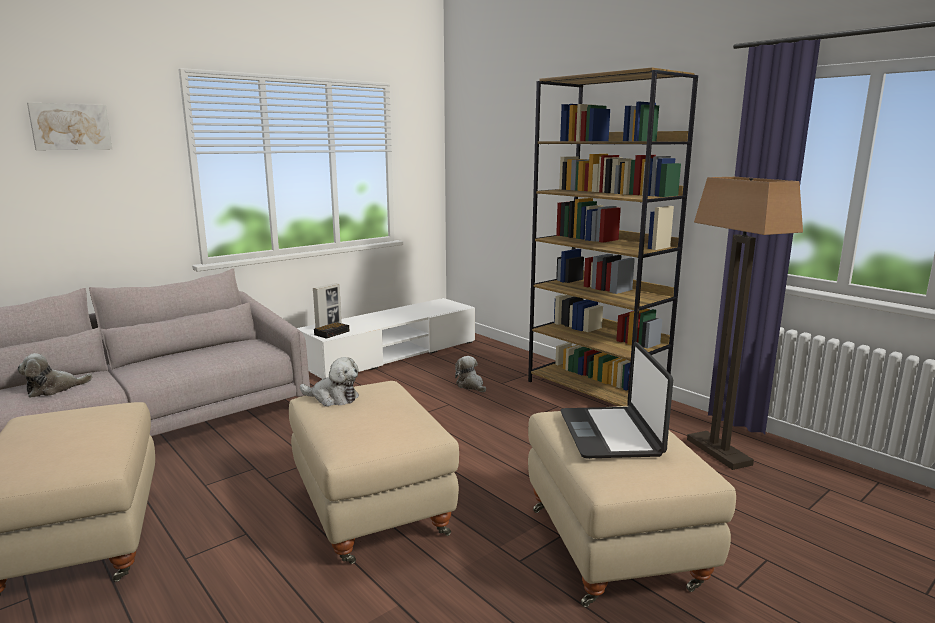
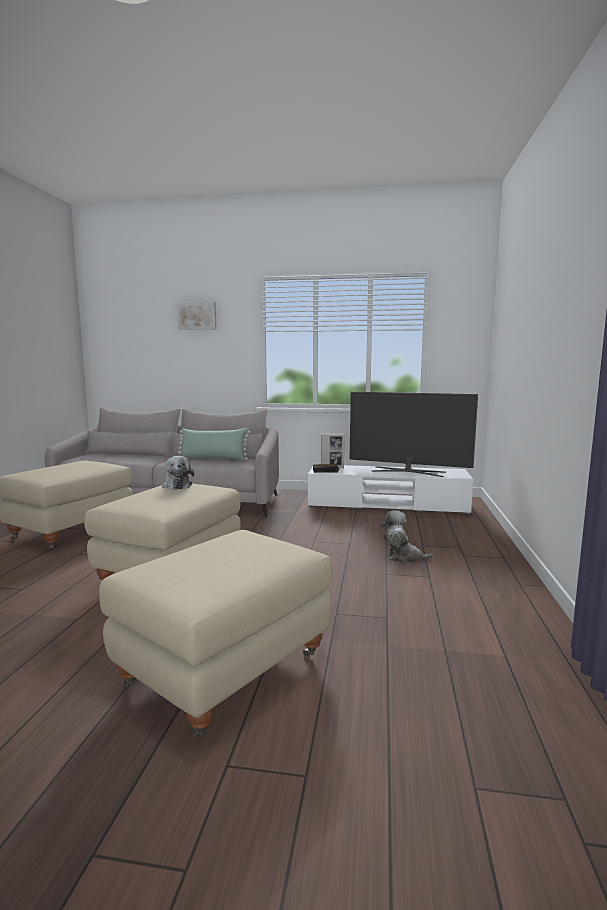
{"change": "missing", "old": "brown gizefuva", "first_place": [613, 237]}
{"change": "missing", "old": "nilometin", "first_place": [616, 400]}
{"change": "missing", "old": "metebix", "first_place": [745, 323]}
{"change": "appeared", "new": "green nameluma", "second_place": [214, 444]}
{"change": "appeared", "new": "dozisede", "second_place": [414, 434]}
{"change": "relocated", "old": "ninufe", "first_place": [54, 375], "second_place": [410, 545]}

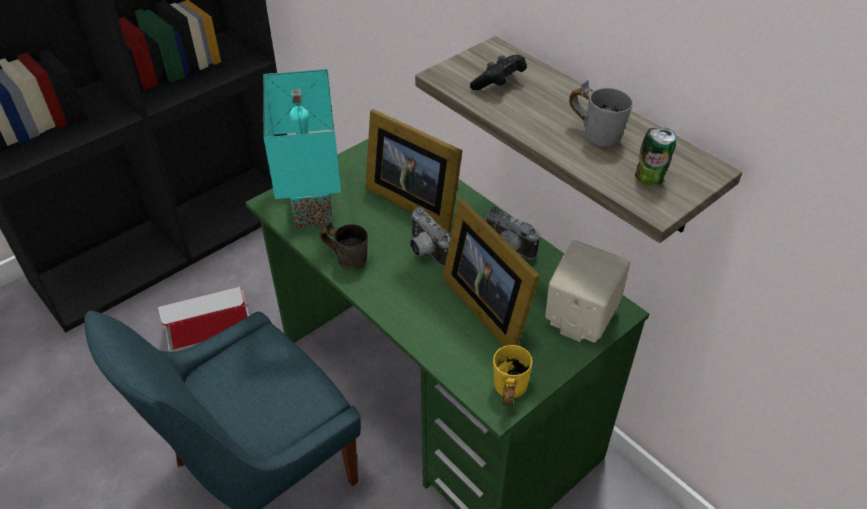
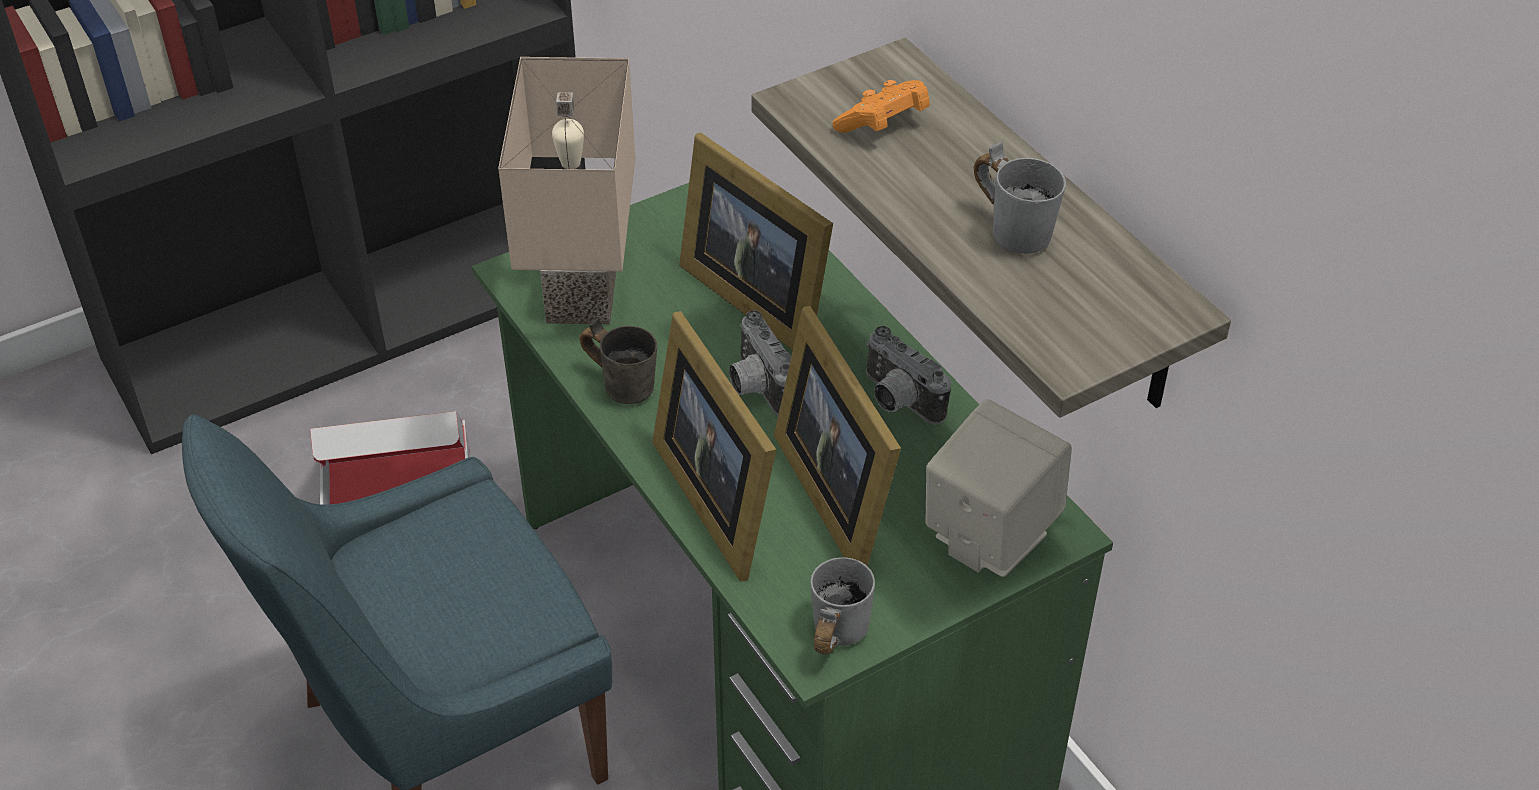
{"change": "missing", "old": "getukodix", "first_place": [655, 156]}
{"change": "appeared", "new": "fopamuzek", "second_place": [714, 446]}
{"change": "colour", "old": "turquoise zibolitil", "new": "beige zibolitil", "first_place": [302, 149], "second_place": [567, 190]}
{"change": "colour", "old": "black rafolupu", "new": "orange rafolupu", "first_place": [498, 72], "second_place": [881, 106]}
{"change": "colour", "old": "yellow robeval", "new": "grey robeval", "first_place": [512, 375], "second_place": [842, 605]}

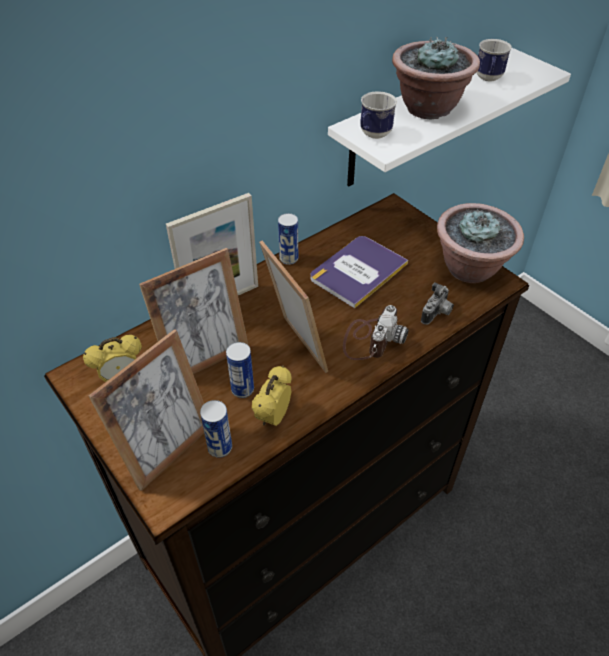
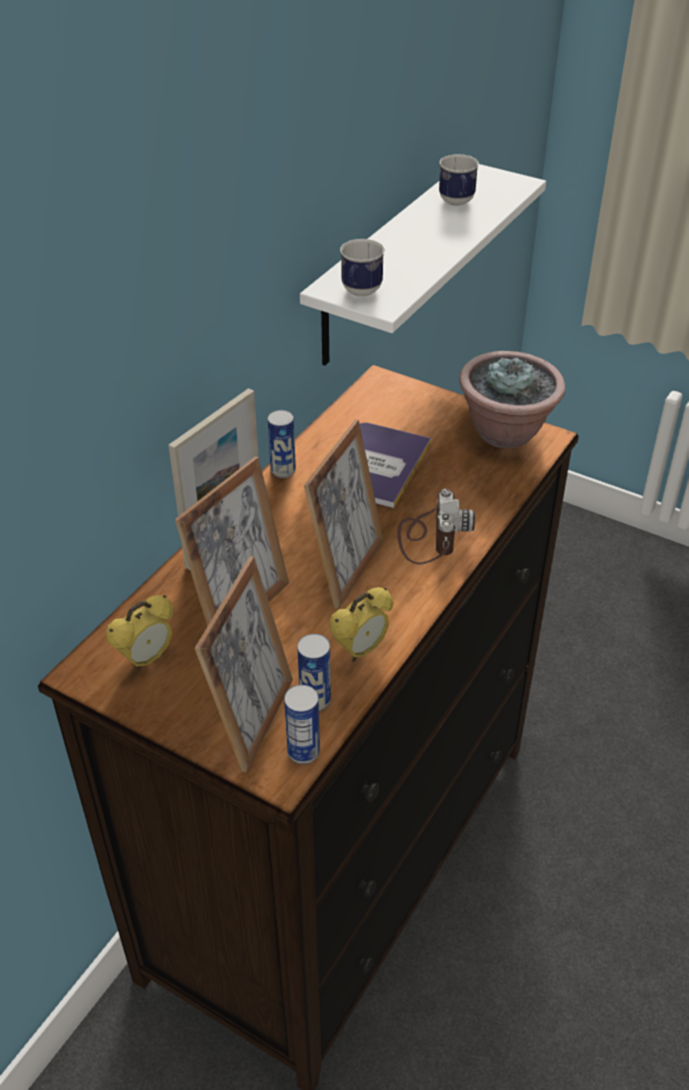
{"change": "missing", "old": "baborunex", "first_place": [436, 78]}
{"change": "missing", "old": "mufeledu", "first_place": [437, 303]}
{"change": "relocated", "old": "getukodix", "first_place": [240, 370], "second_place": [302, 724]}
{"change": "spun", "old": "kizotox", "first_place": [272, 395], "second_place": [361, 624], "degrees": -135}
{"change": "spun", "old": "fopamuzek", "first_place": [293, 307], "second_place": [344, 514], "degrees": 75}

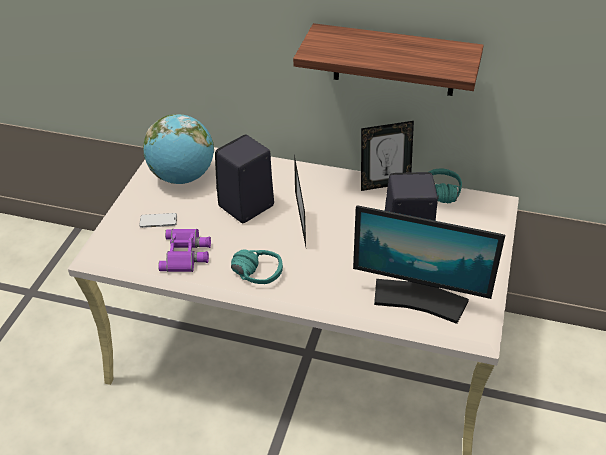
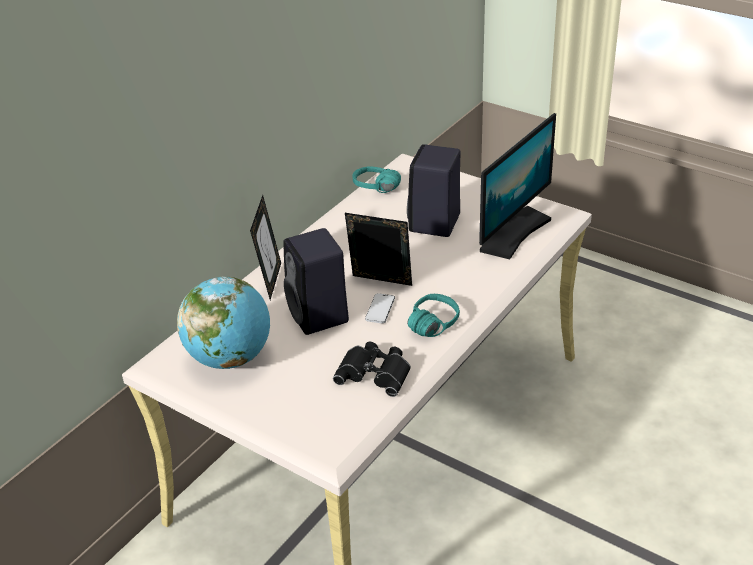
{"change": "missing", "old": "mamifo", "first_place": [388, 59]}
{"change": "relocated", "old": "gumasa", "first_place": [158, 220], "second_place": [380, 308]}
{"change": "relocated", "old": "fopamuzek", "first_place": [387, 156], "second_place": [265, 247]}
{"change": "colour", "old": "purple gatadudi", "new": "black gatadudi", "first_place": [184, 250], "second_place": [372, 369]}

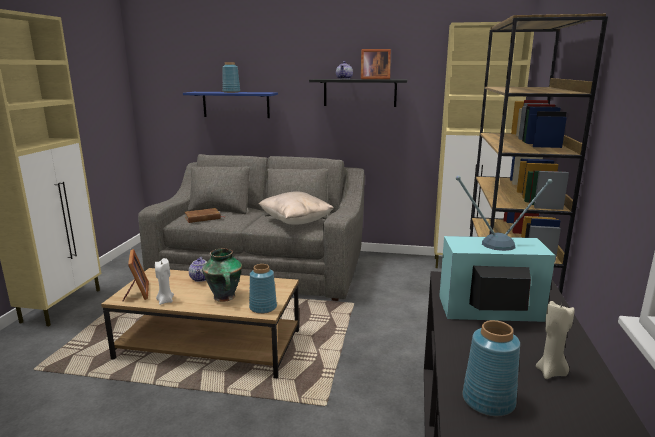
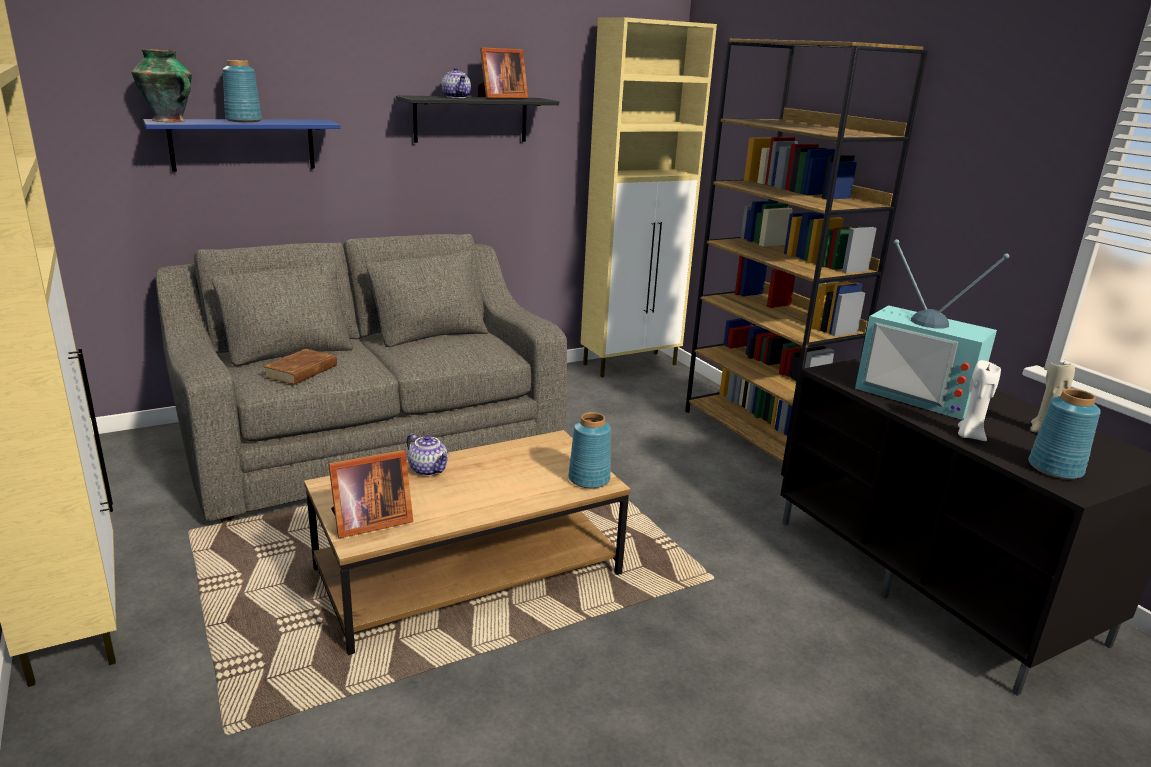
{"change": "missing", "old": "beige nameluma", "first_place": [296, 208]}
{"change": "relocated", "old": "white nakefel", "first_place": [164, 281], "second_place": [979, 400]}
{"change": "relocated", "old": "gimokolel", "first_place": [222, 275], "second_place": [162, 85]}
{"change": "spun", "old": "fopamuzek", "first_place": [136, 275], "second_place": [371, 494], "degrees": 120}
{"change": "spun", "old": "dozisede", "first_place": [497, 249], "second_place": [932, 329], "degrees": -105}

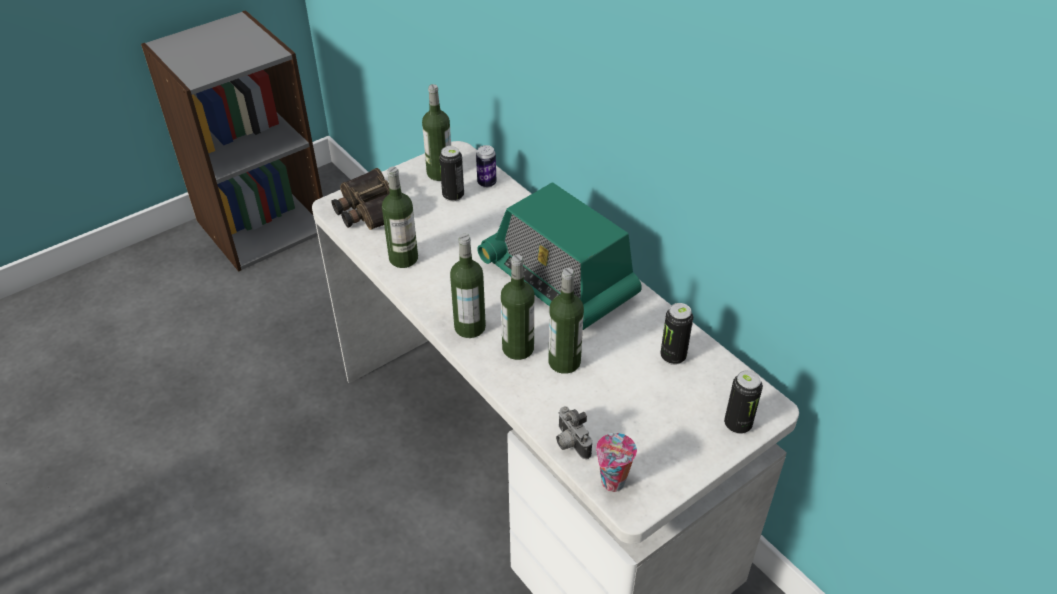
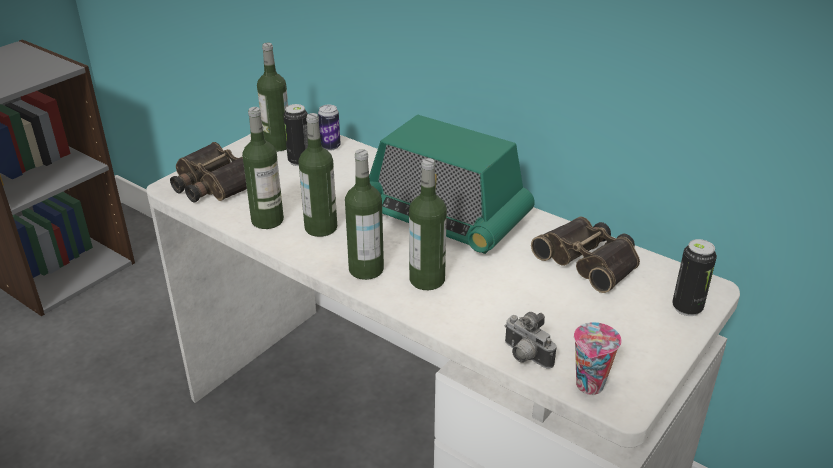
{"change": "relocated", "old": "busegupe", "first_place": [566, 321], "second_place": [318, 175]}
{"change": "exchanged", "old": "getukodix", "new": "gatadudi", "first_place": [676, 334], "second_place": [585, 255]}

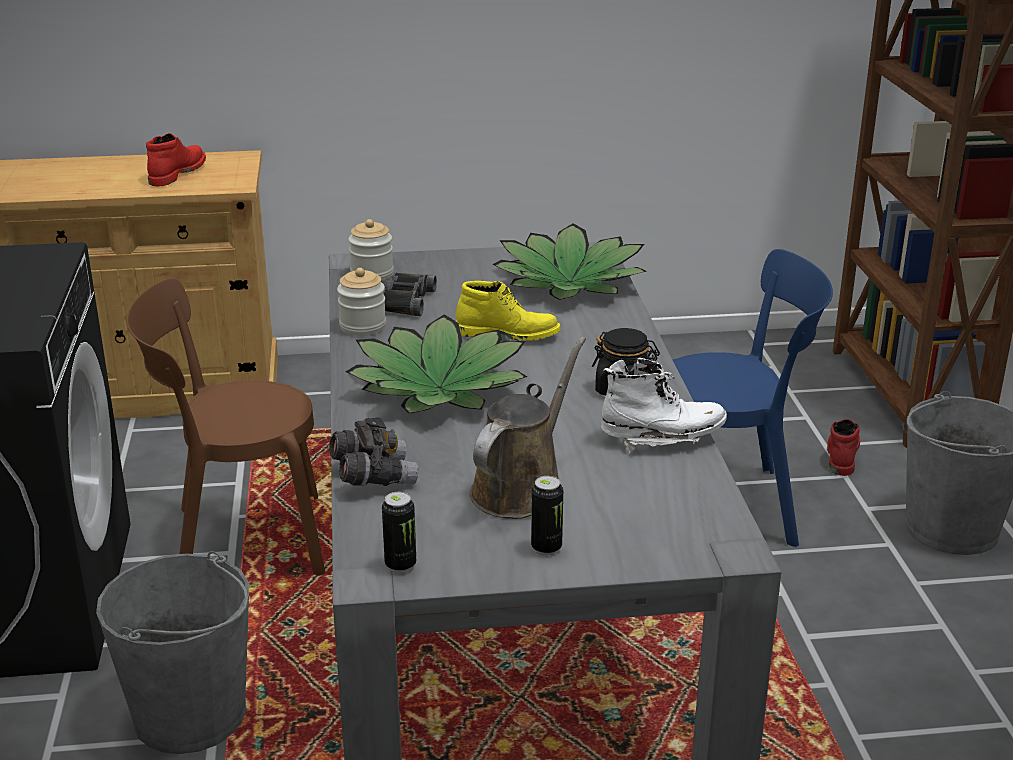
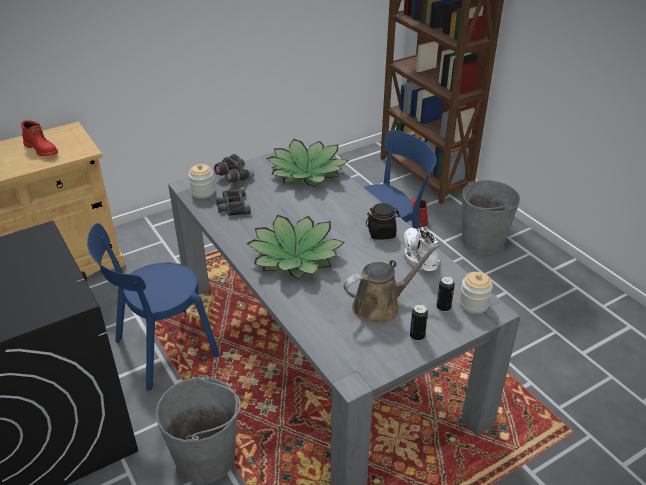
{"change": "missing", "old": "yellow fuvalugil", "first_place": [508, 311]}
{"change": "relocated", "old": "grey gatadudi", "first_place": [373, 451], "second_place": [234, 168]}
{"change": "relocated", "old": "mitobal", "first_place": [361, 302], "second_place": [476, 293]}
{"change": "relocated", "old": "getukodix", "first_place": [399, 532], "second_place": [446, 294]}
{"change": "colour", "old": "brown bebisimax", "new": "blue bebisimax", "first_place": [225, 426], "second_place": [153, 307]}
{"change": "spun", "old": "red fuvalugil", "first_place": [176, 160], "second_place": [39, 138], "degrees": 135}
{"change": "spun", "old": "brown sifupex", "first_place": [527, 428], "second_place": [392, 283], "degrees": 60}
{"change": "spun", "old": "white fuvalugil", "first_place": [664, 405], "second_place": [422, 249], "degrees": -75}

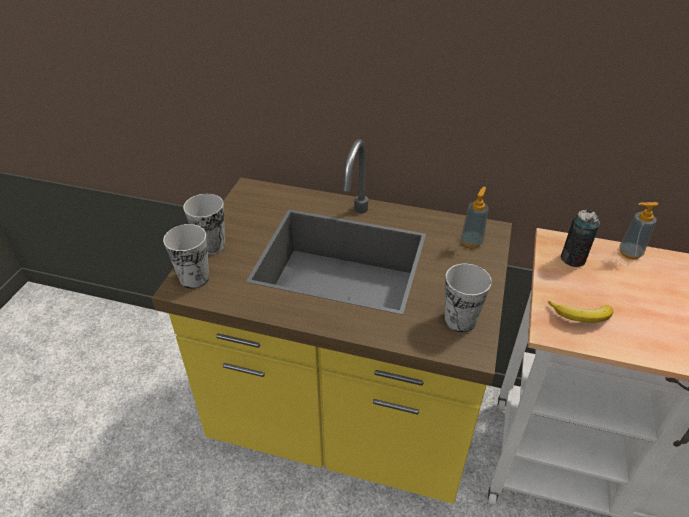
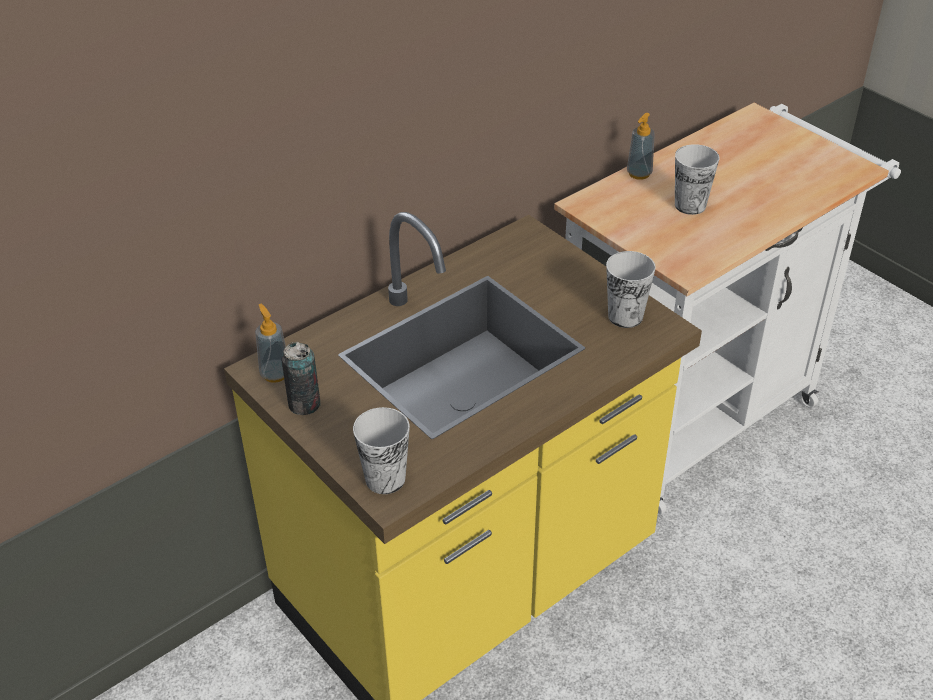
{"change": "missing", "old": "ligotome", "first_place": [580, 312]}
{"change": "relocated", "old": "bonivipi", "first_place": [204, 224], "second_place": [697, 179]}
{"change": "relocated", "old": "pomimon", "first_place": [475, 217], "second_place": [270, 343]}
{"change": "relocated", "old": "getukodix", "first_place": [580, 238], "second_place": [301, 378]}

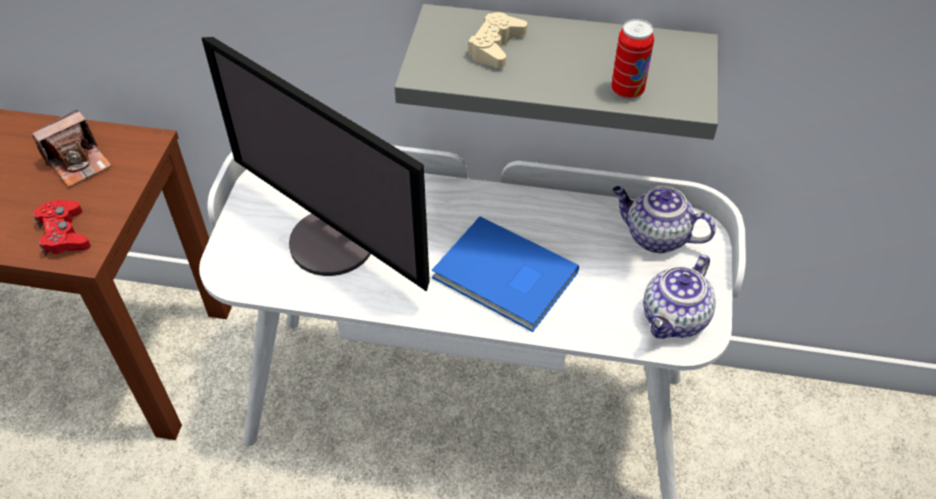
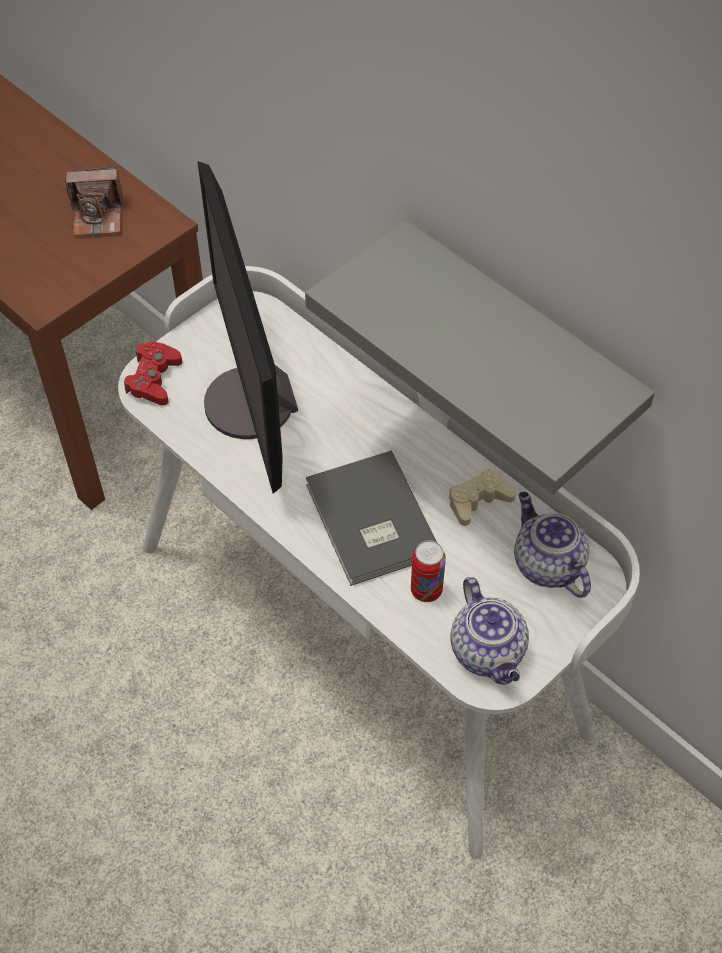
{"change": "relocated", "old": "red rafolupu", "first_place": [62, 228], "second_place": [153, 373]}
{"change": "relocated", "old": "beige rafolupu", "first_place": [497, 40], "second_place": [482, 497]}
{"change": "relocated", "old": "getukodix", "first_place": [632, 59], "second_place": [428, 571]}
{"change": "colour", "old": "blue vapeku", "new": "grey vapeku", "first_place": [505, 274], "second_place": [371, 518]}
{"change": "spun", "old": "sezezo", "first_place": [679, 296], "second_place": [489, 631], "degrees": -90}

